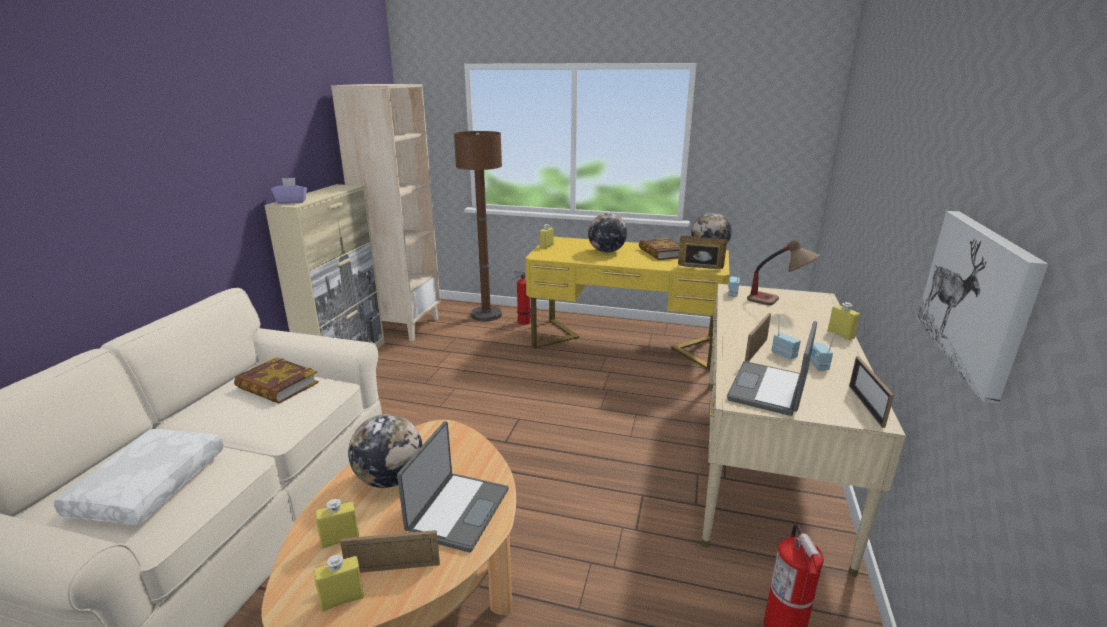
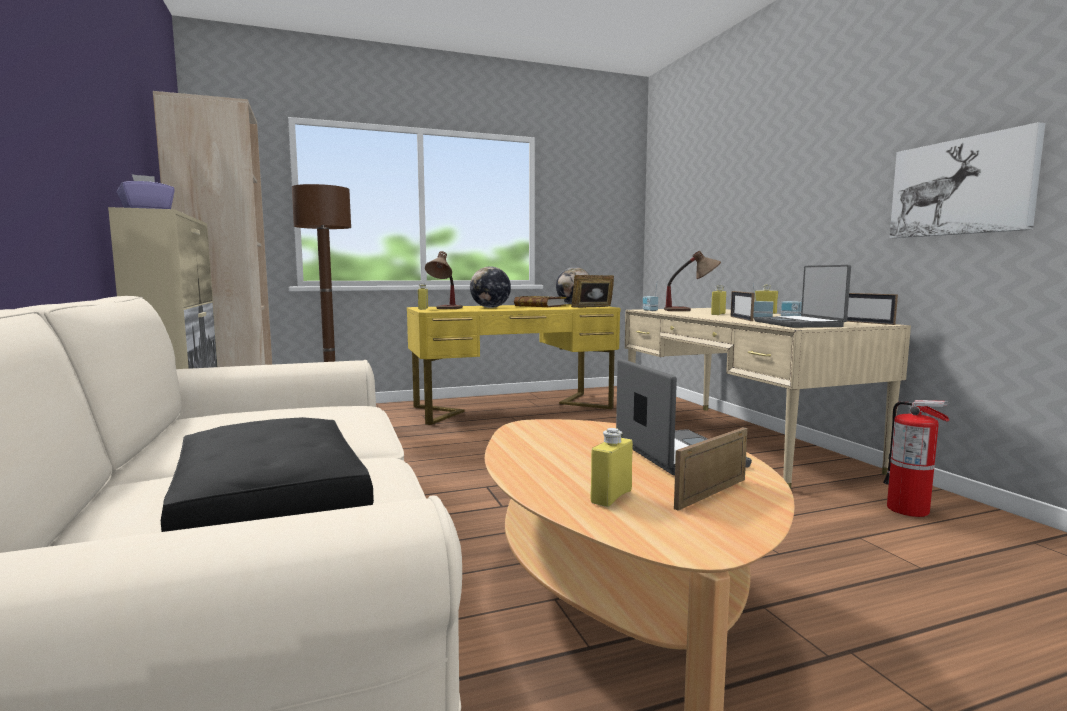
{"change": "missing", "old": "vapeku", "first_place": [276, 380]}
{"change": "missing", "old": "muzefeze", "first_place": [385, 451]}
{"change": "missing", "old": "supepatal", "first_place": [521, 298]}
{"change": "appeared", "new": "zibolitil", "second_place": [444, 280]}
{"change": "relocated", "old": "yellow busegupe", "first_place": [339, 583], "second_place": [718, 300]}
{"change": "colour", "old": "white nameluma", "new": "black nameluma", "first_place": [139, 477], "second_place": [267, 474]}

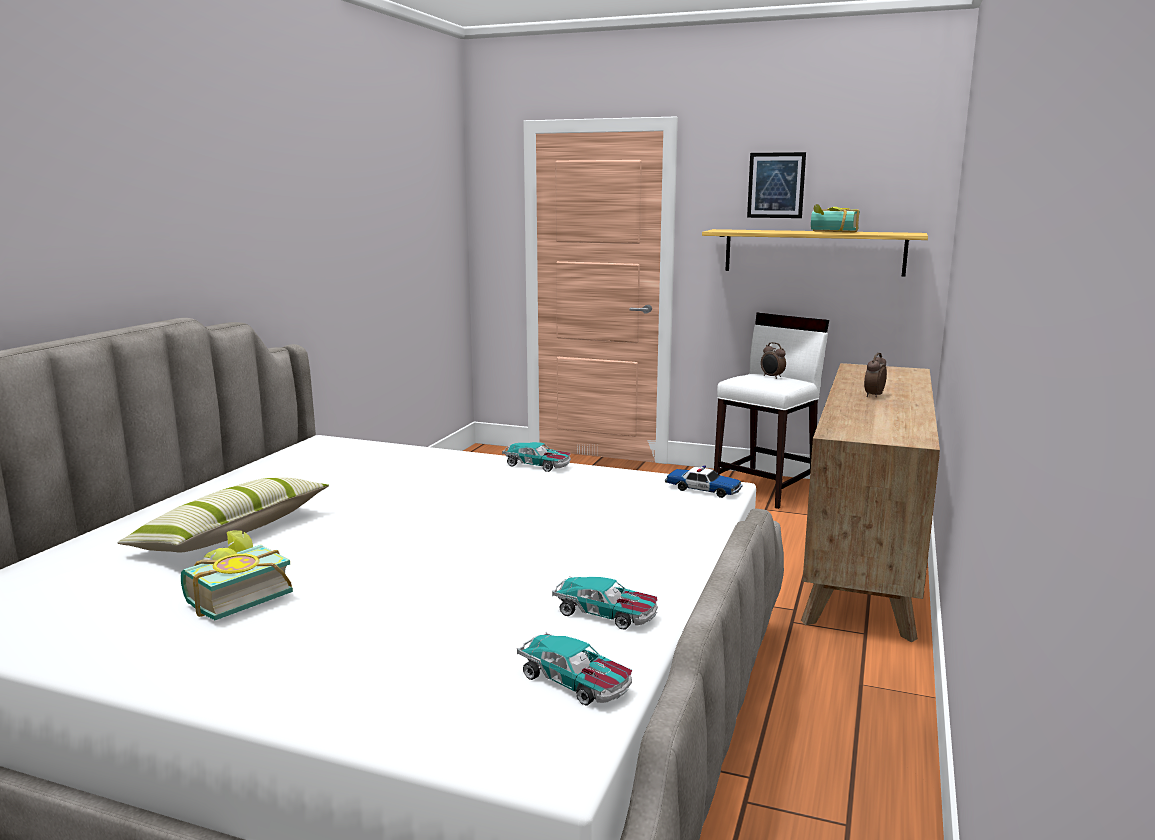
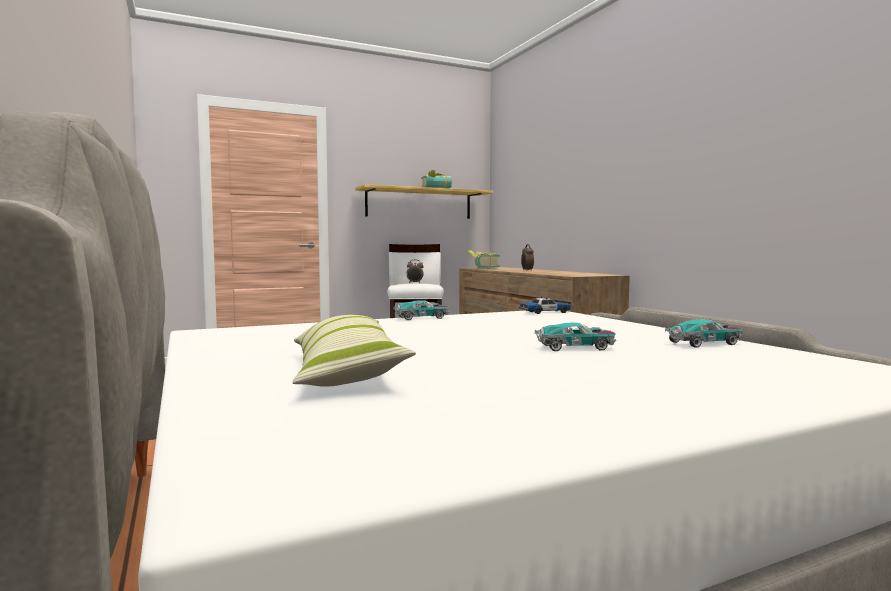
{"change": "missing", "old": "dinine", "first_place": [776, 185]}
{"change": "relocated", "old": "vapeku", "first_place": [237, 575], "second_place": [484, 259]}
{"change": "relocated", "old": "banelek", "first_place": [574, 669], "second_place": [575, 336]}

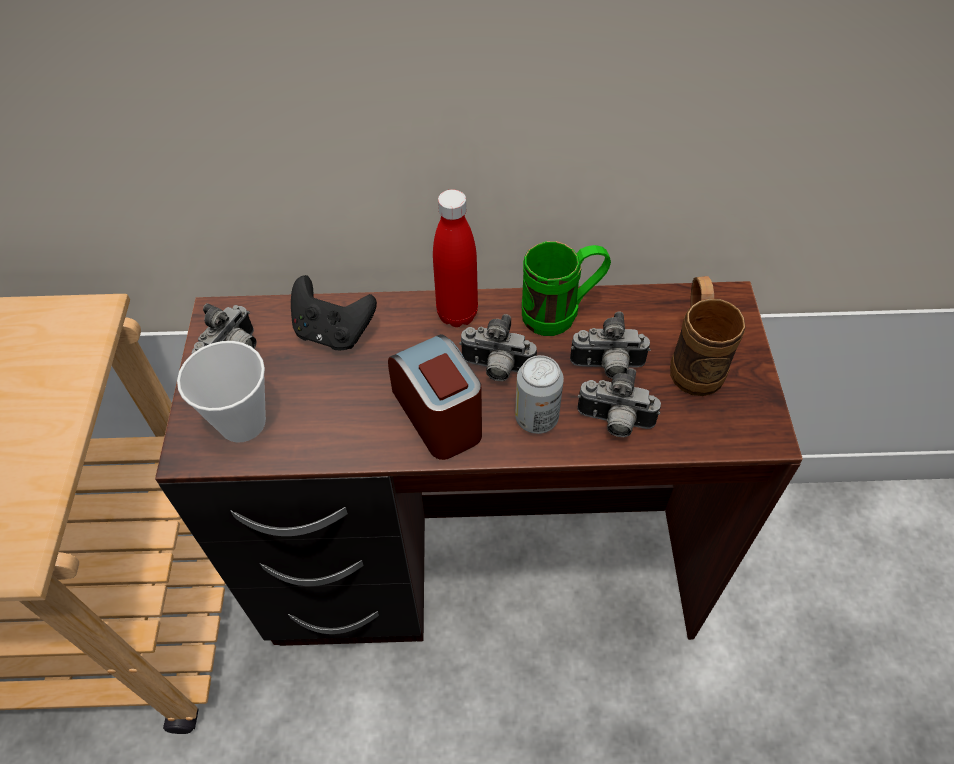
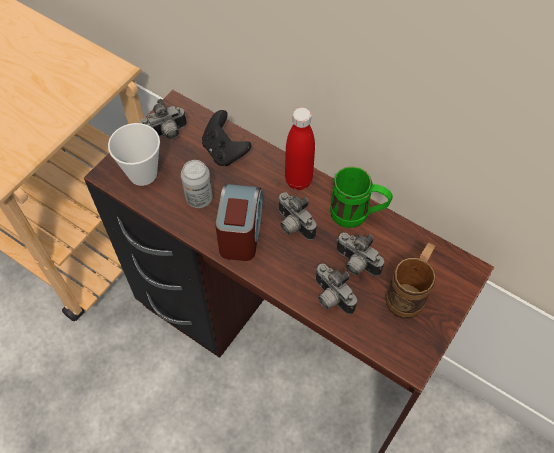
{"change": "relocated", "old": "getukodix", "first_place": [539, 394], "second_place": [197, 184]}

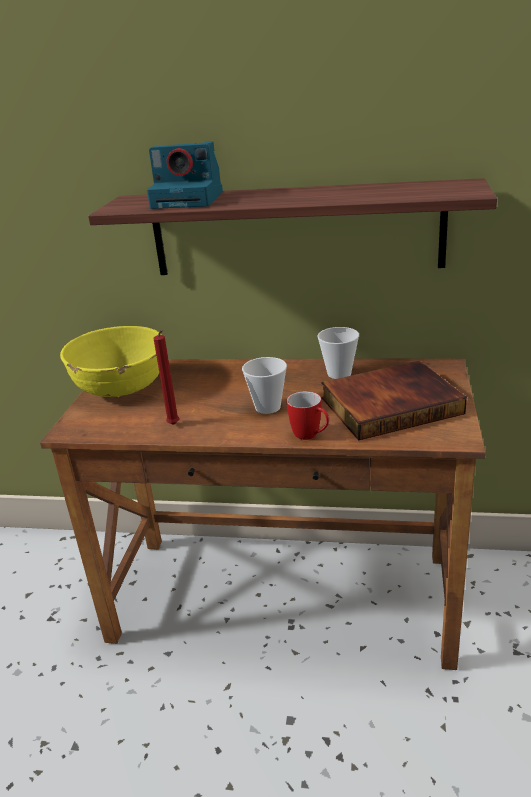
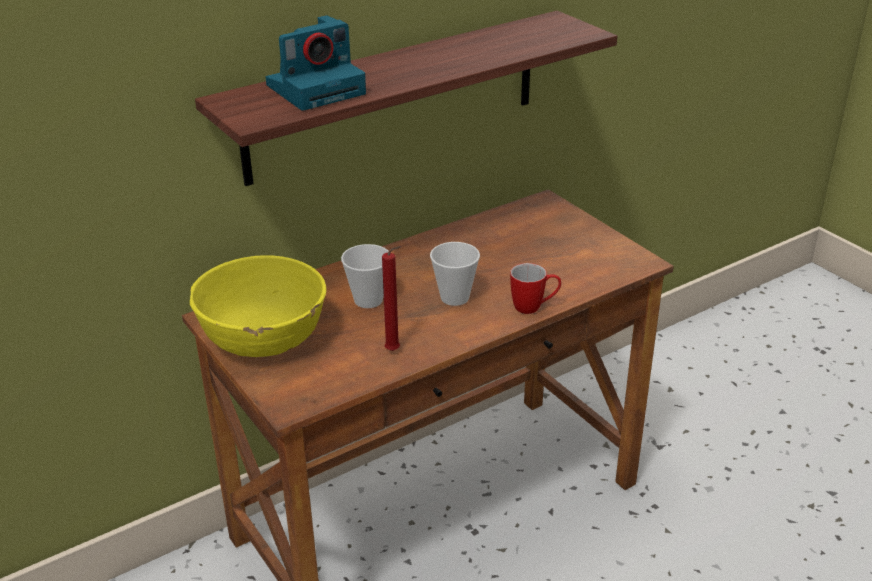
{"change": "missing", "old": "vapeku", "first_place": [394, 400]}
{"change": "relocated", "old": "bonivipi", "first_place": [338, 353], "second_place": [365, 276]}

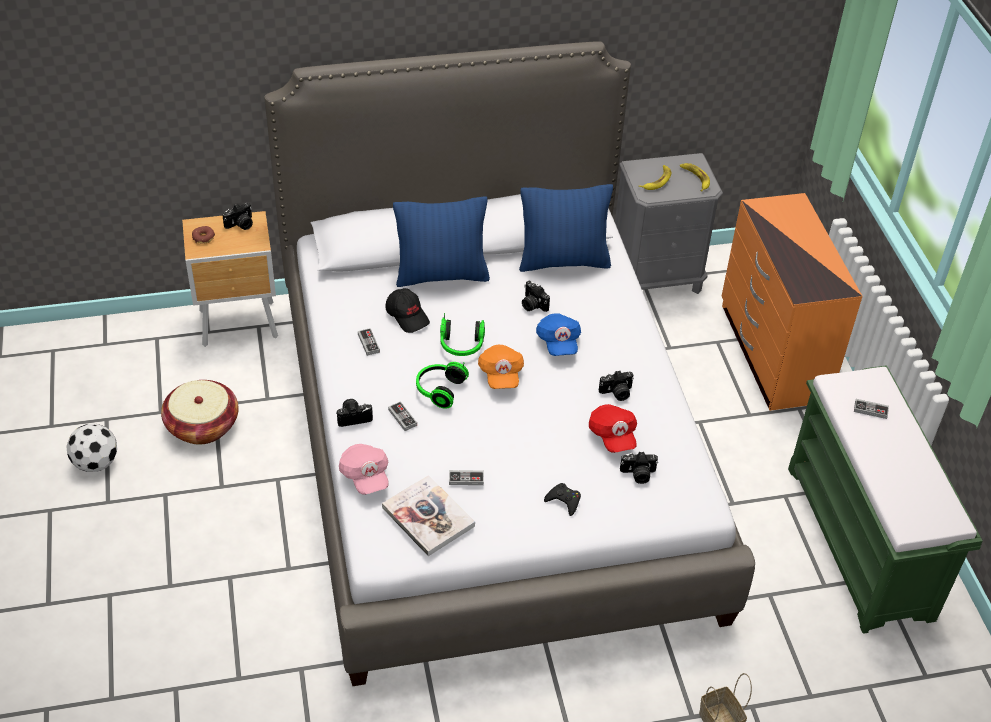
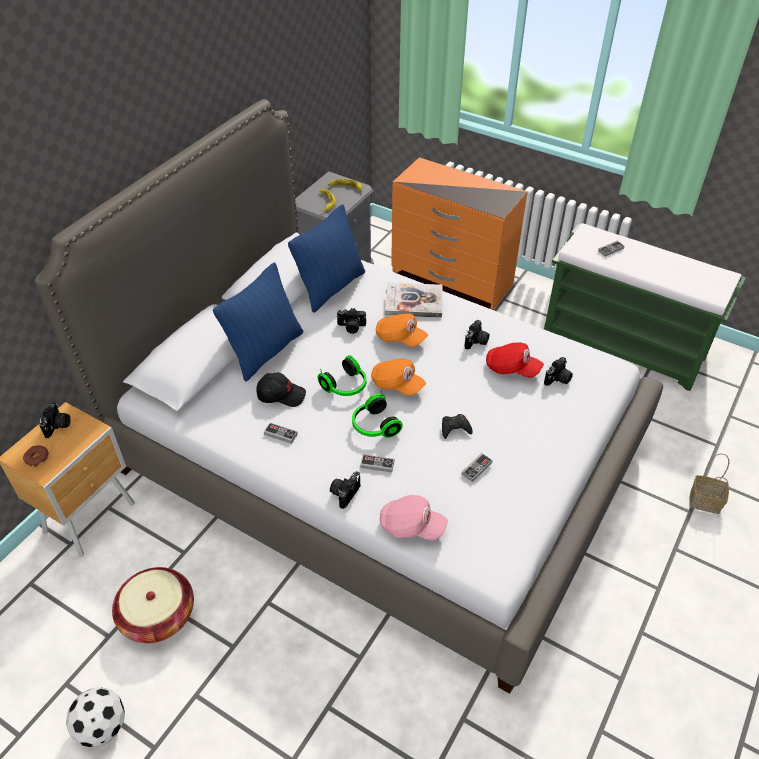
{"change": "relocated", "old": "vapeku", "first_place": [428, 515], "second_place": [414, 300]}
{"change": "relocated", "old": "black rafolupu", "first_place": [562, 499], "second_place": [457, 426]}
{"change": "colour", "old": "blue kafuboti", "new": "orange kafuboti", "first_place": [558, 334], "second_place": [401, 330]}

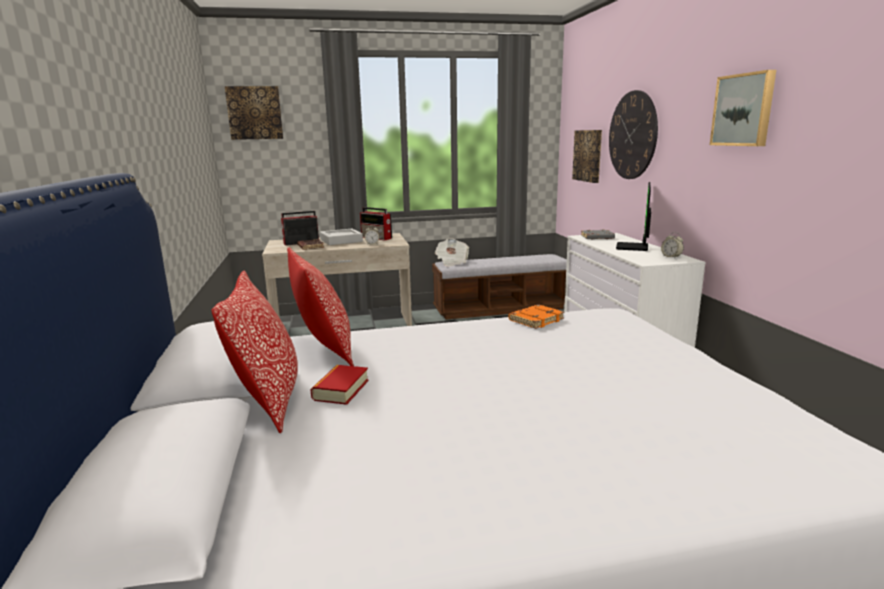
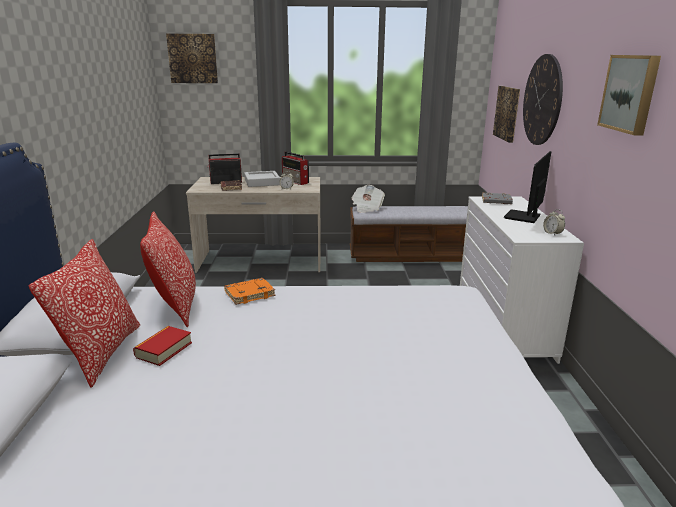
{"change": "relocated", "old": "orange vapeku", "first_place": [536, 317], "second_place": [249, 291]}

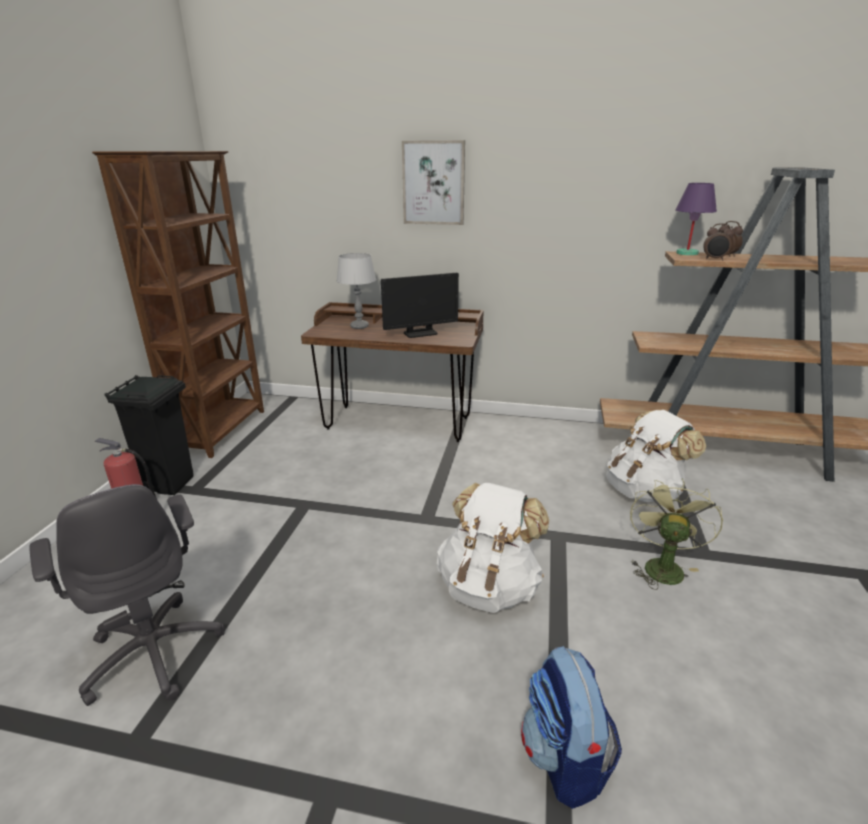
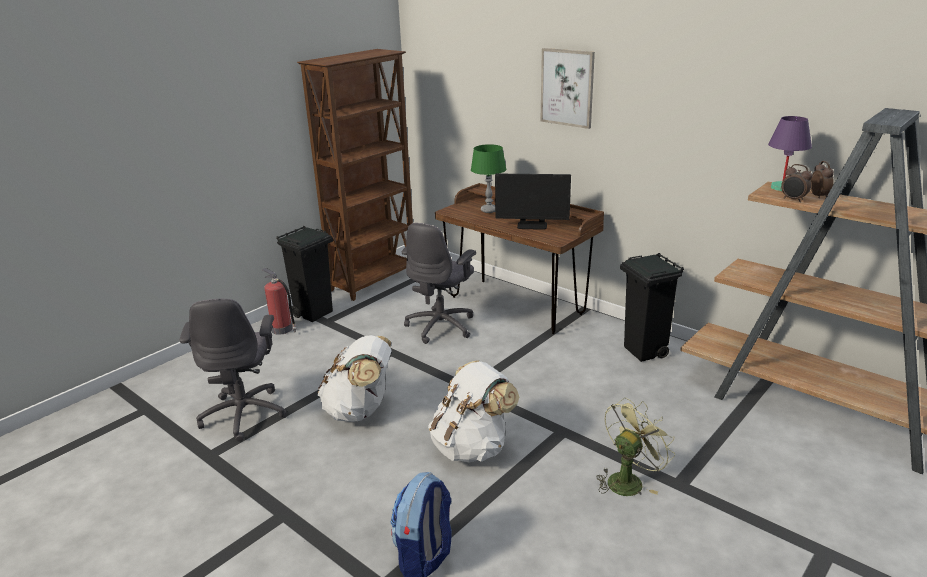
{"change": "appeared", "new": "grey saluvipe", "second_place": [439, 283]}
{"change": "appeared", "new": "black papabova", "second_place": [652, 307]}
{"change": "relocated", "old": "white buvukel", "first_place": [656, 456], "second_place": [354, 378]}
{"change": "colour", "old": "grey zibolitil", "new": "green zibolitil", "first_place": [356, 291], "second_place": [488, 178]}

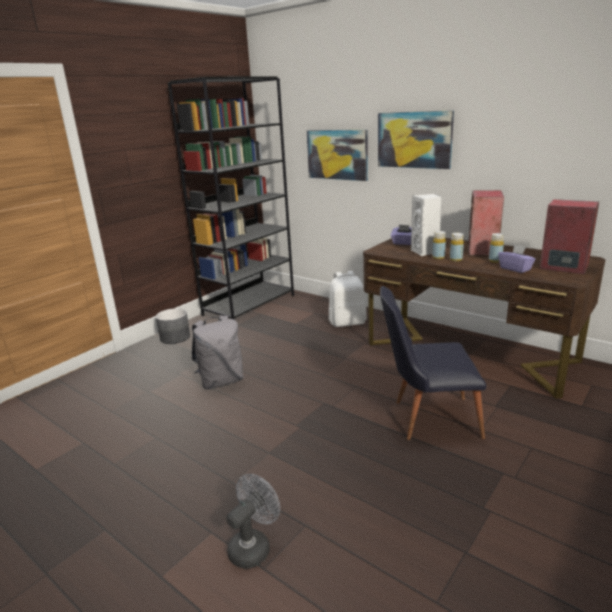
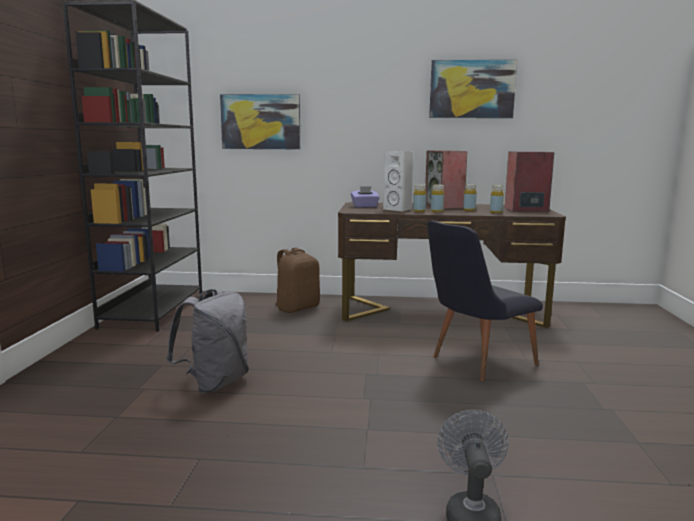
{"change": "missing", "old": "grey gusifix", "first_place": [173, 326]}
{"change": "relocated", "old": "dinine", "first_place": [416, 139], "second_place": [473, 89]}
{"change": "exchanged", "old": "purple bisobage", "new": "yellow busegupe", "first_place": [517, 258], "second_place": [497, 199]}
{"change": "colour", "old": "white buvukel", "new": "brown buvukel", "first_place": [348, 299], "second_place": [298, 280]}

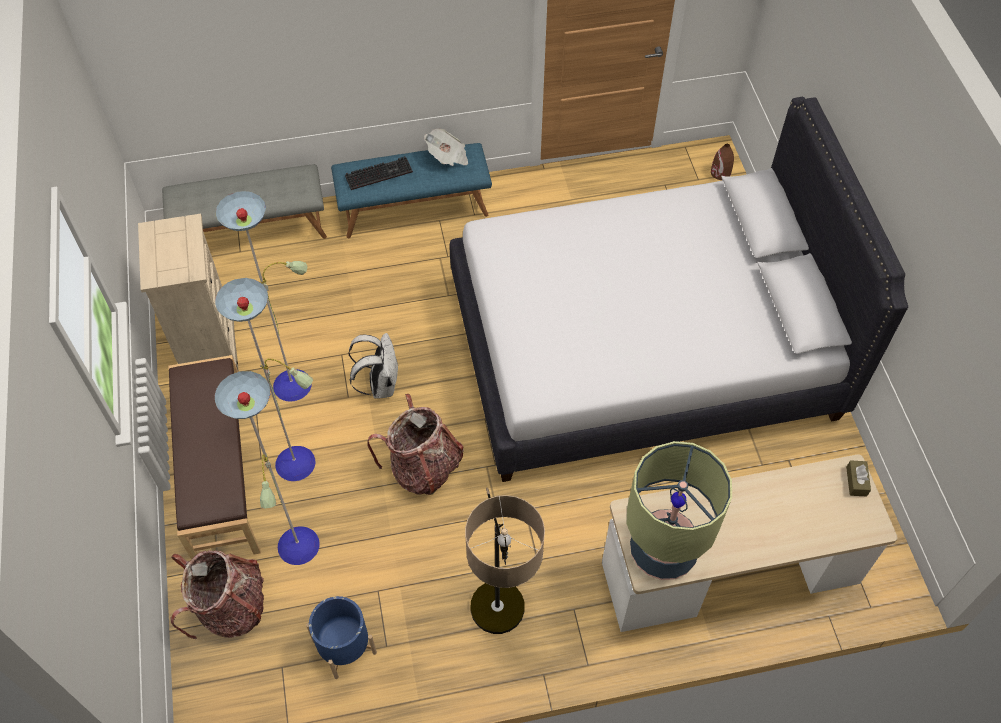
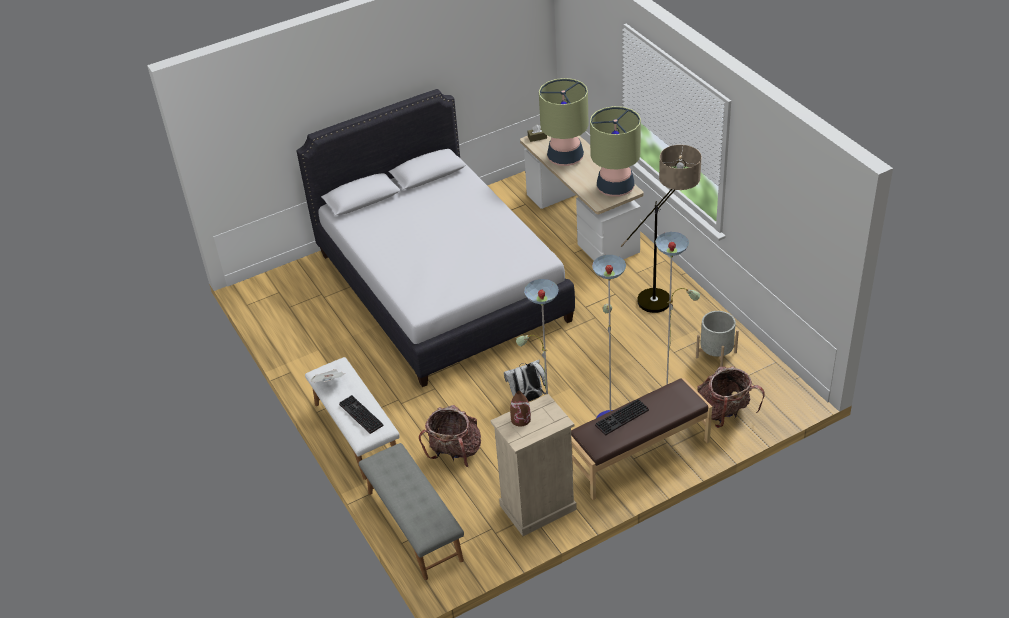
{"change": "appeared", "new": "zibolitil", "second_place": [564, 122]}
{"change": "appeared", "new": "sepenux", "second_place": [622, 417]}
{"change": "relocated", "old": "buvukel", "first_place": [416, 444], "second_place": [450, 436]}
{"change": "relocated", "old": "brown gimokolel", "first_place": [722, 162], "second_place": [520, 408]}
{"change": "colour", "old": "blue gusifix", "new": "grey gusifix", "first_place": [341, 637], "second_place": [717, 339]}
{"change": "colour", "old": "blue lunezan", "new": "white lunezan", "first_place": [411, 190], "second_place": [352, 418]}

